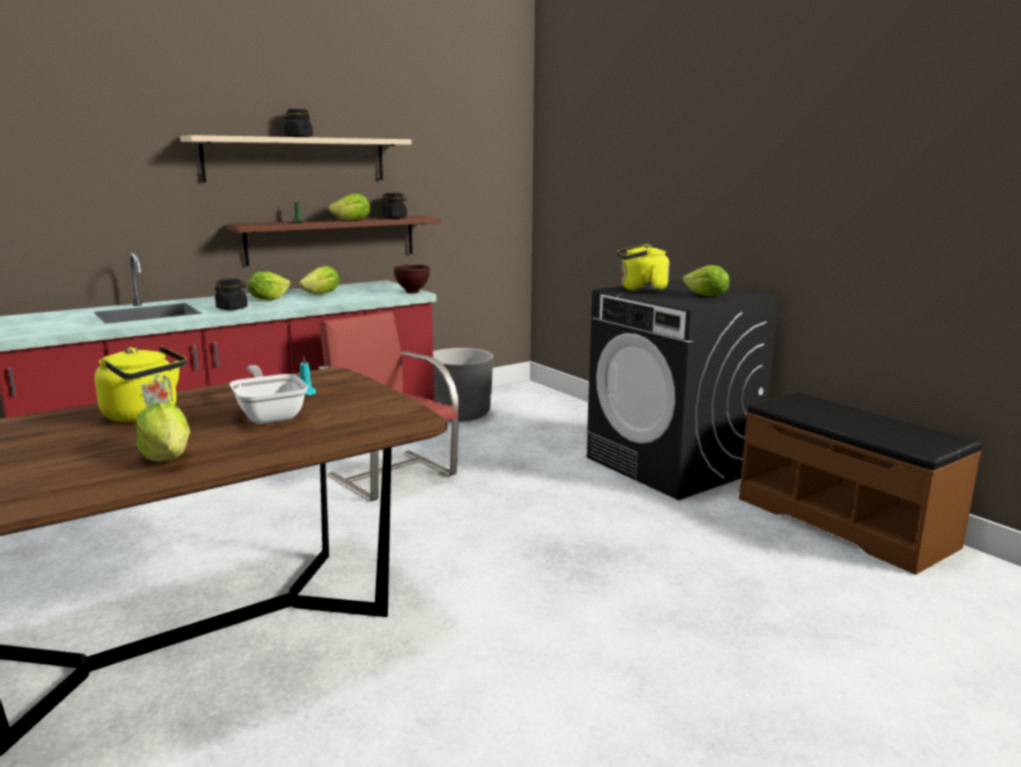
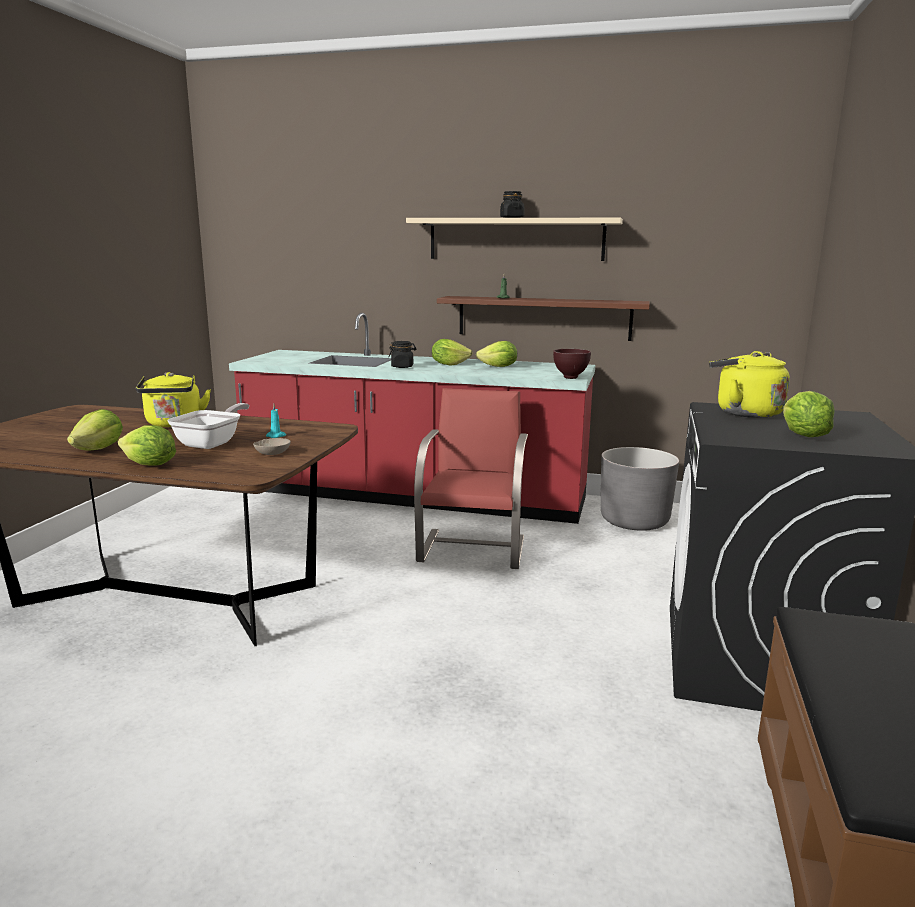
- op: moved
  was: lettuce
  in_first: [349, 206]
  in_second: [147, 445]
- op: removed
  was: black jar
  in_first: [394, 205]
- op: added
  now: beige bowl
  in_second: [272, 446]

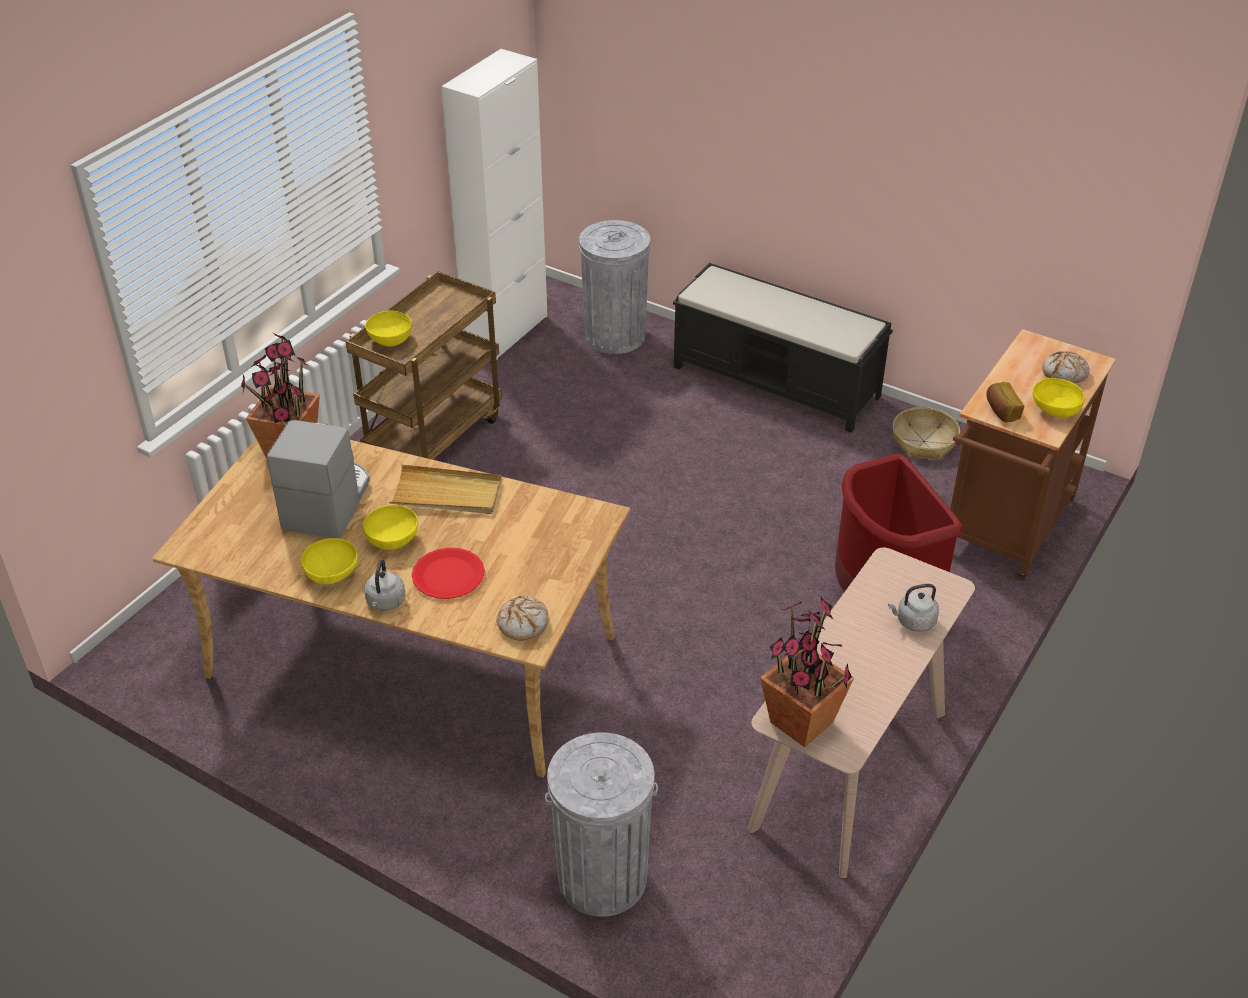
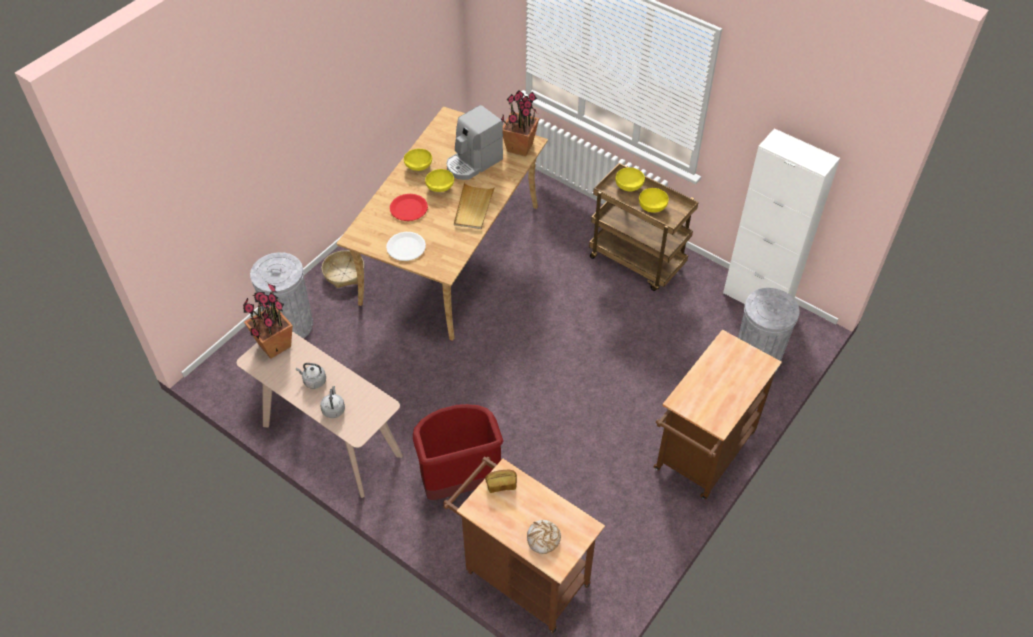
- op: replaced
  was: black bench
  now: brown cart
  in_first: [783, 348]
  in_second: [718, 415]
- op: moved
  was: yellow bowl
  in_first: [1059, 397]
  in_second: [654, 200]
- op: moved
  was: basket
  in_first: [926, 433]
  in_second: [342, 269]
- op: turned
  was: coffee machine
  in_first: [318, 479]
  in_second: [475, 142]
  clockwise: 120
- op: moved
  was: grey kettle
  in_first: [384, 585]
  in_second: [311, 376]
- op: removed
  was: bread
  in_first: [522, 618]
- op: added
  now: white plate
  in_second: [406, 246]

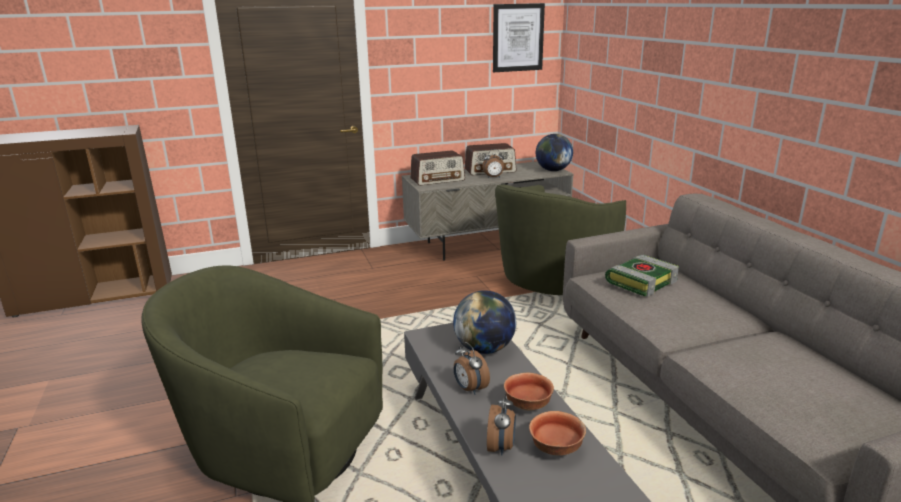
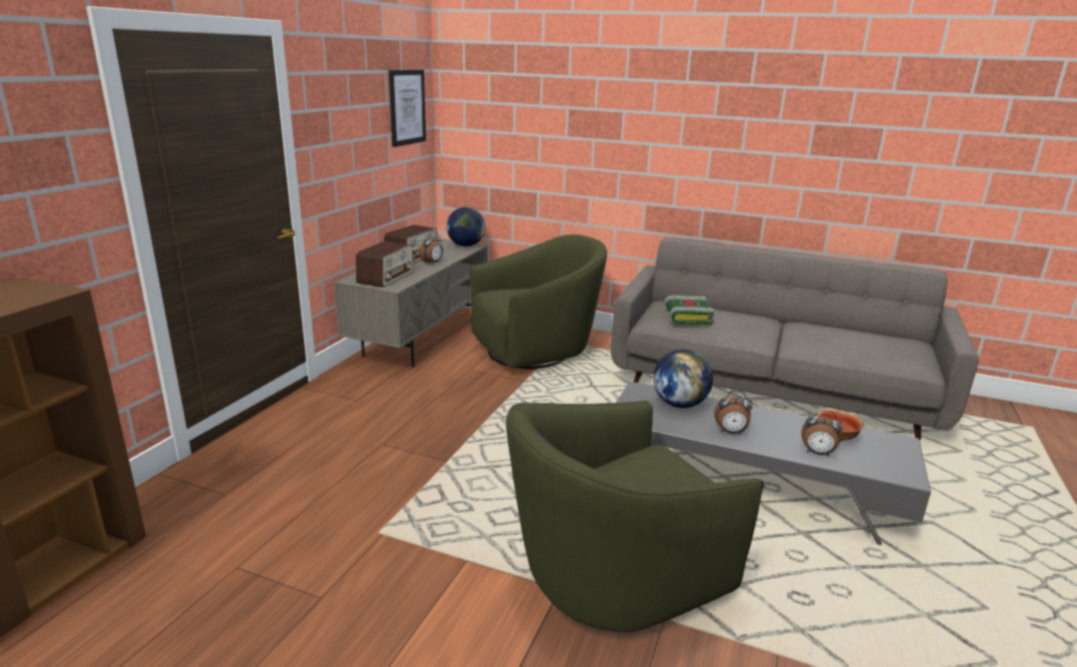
- op: turned
  was: green armchair
  in_first: [560, 239]
  in_second: [538, 301]
  clockwise: -105
- op: removed
  was: bowl
  in_first: [529, 392]
- op: turned
  was: alarm clock
  in_first: [501, 425]
  in_second: [822, 433]
  clockwise: 150

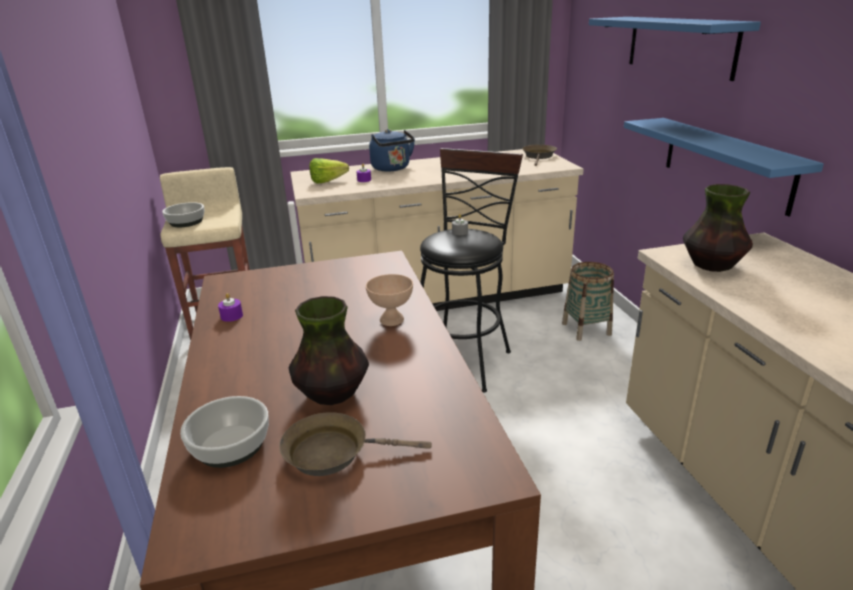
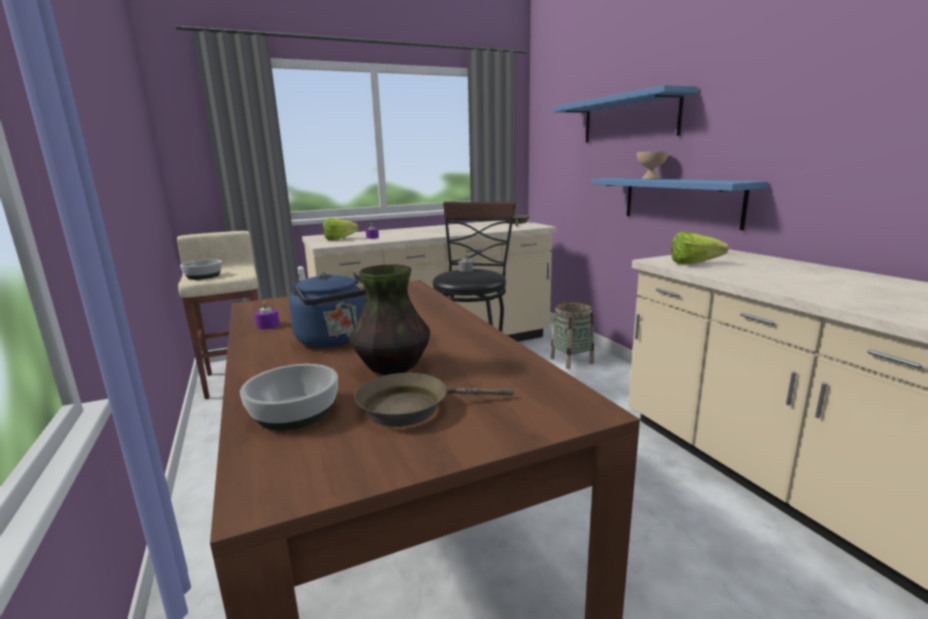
- op: moved
  was: blue kettle
  in_first: [392, 150]
  in_second: [327, 310]
- op: replaced
  was: vase
  now: lettuce
  in_first: [718, 228]
  in_second: [700, 248]
- op: moved
  was: beige bowl
  in_first: [389, 300]
  in_second: [653, 165]

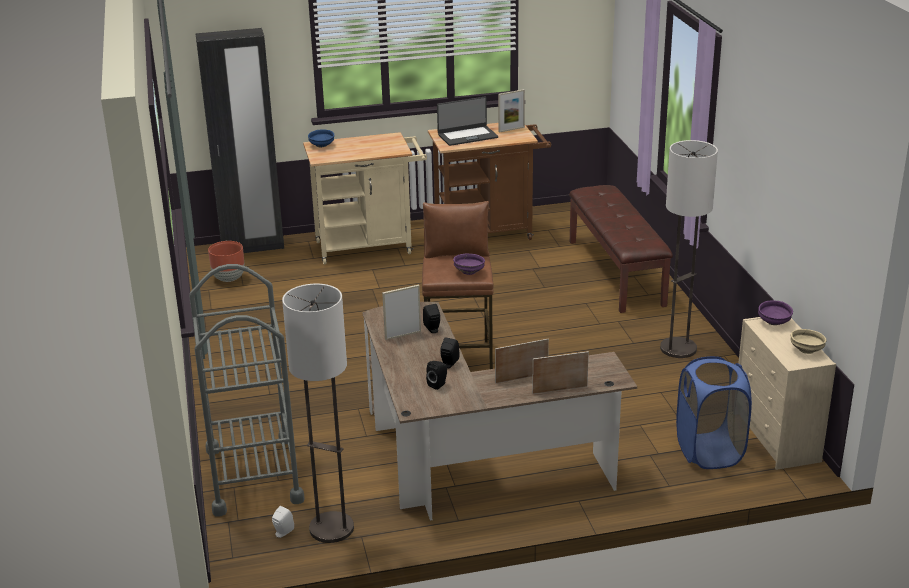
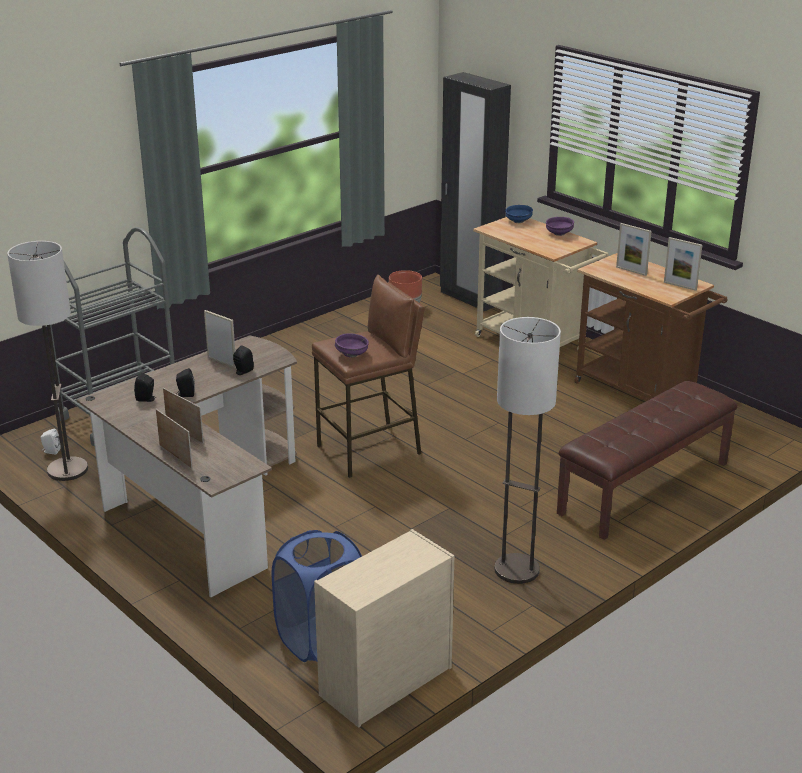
- op: replaced
  was: laptop
  now: picture frame
  in_first: [467, 121]
  in_second: [634, 249]
- op: moved
  was: purple bowl
  in_first: [775, 312]
  in_second: [560, 226]
- op: removed
  was: beige bowl
  in_first: [808, 341]

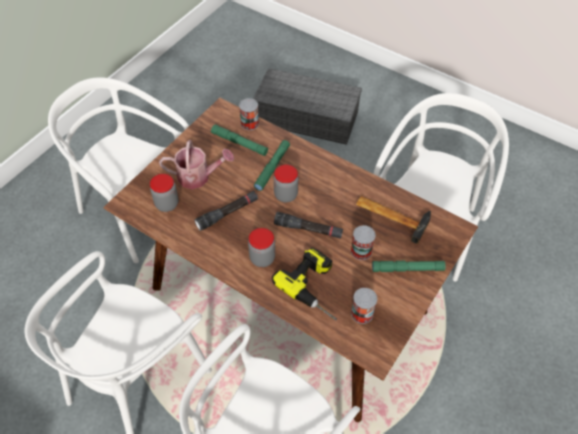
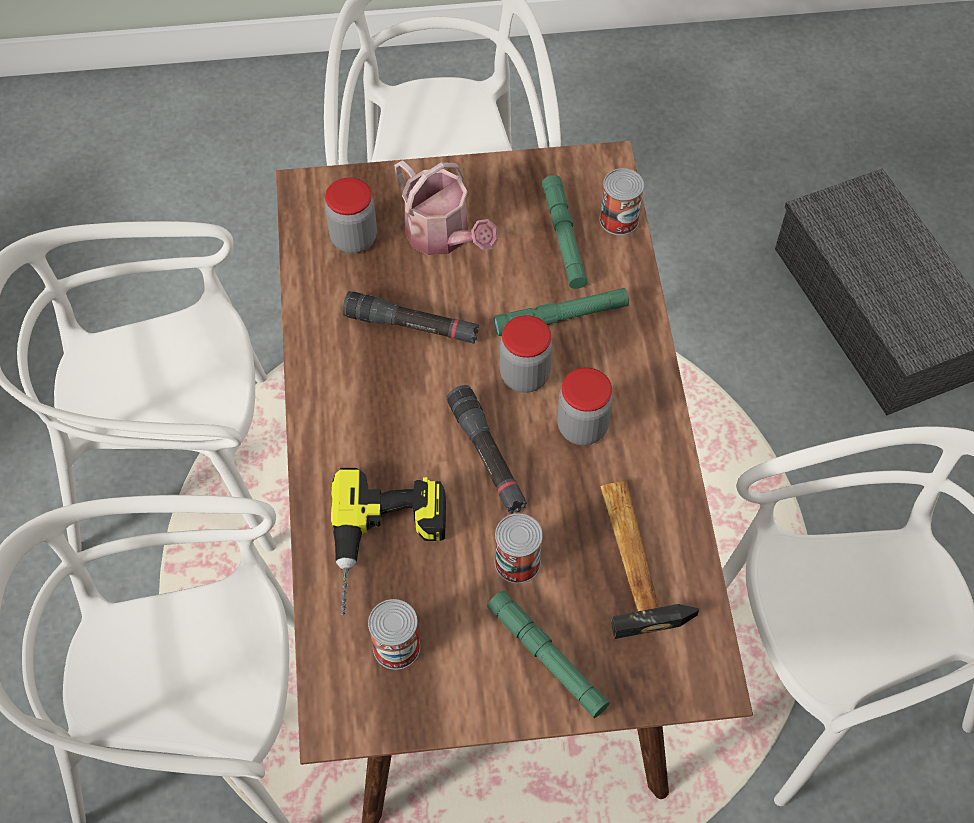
- op: moved
  was: jar
  in_first: [261, 247]
  in_second: [585, 406]

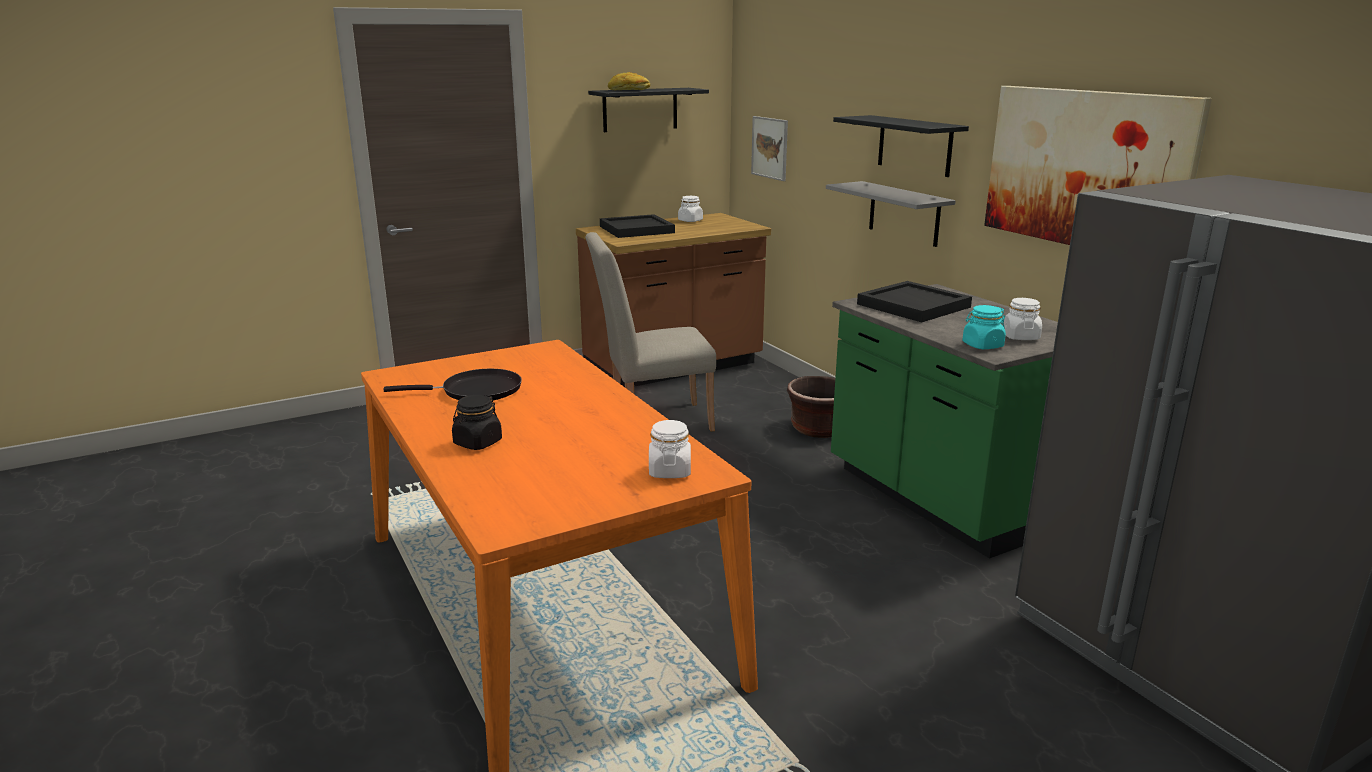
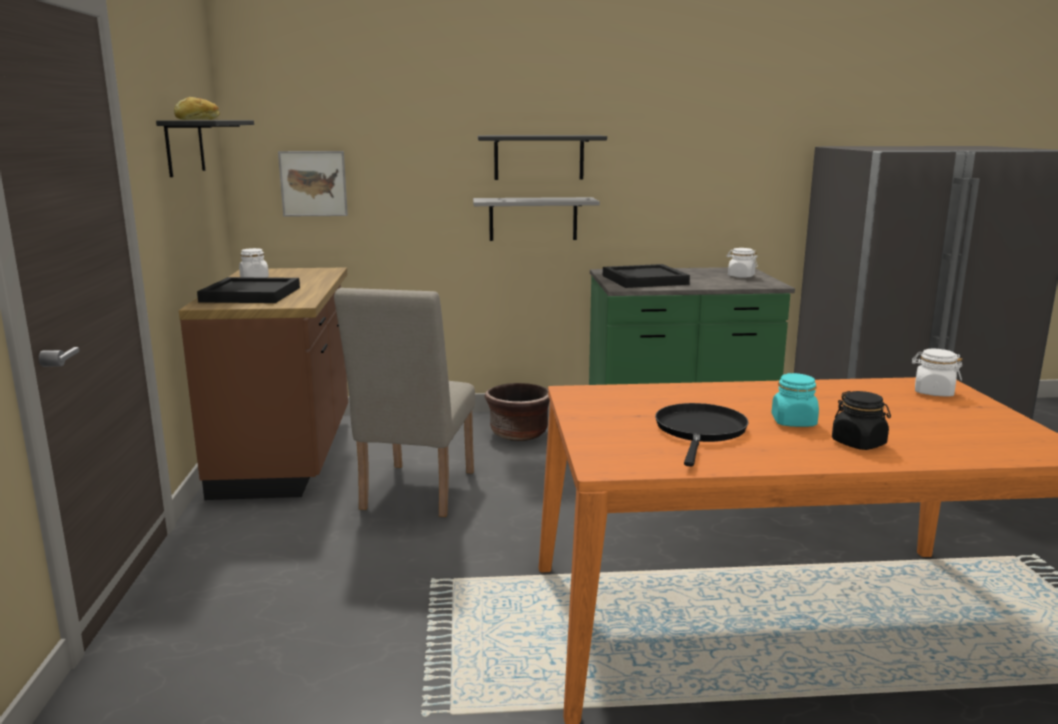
- op: removed
  was: picture
  in_first: [1098, 165]
- op: moved
  was: turquoise jar
  in_first: [984, 327]
  in_second: [795, 400]

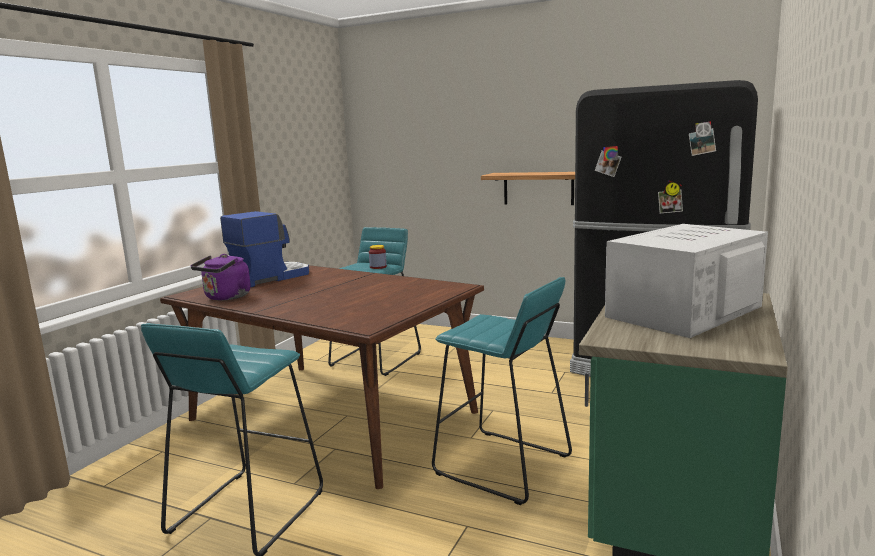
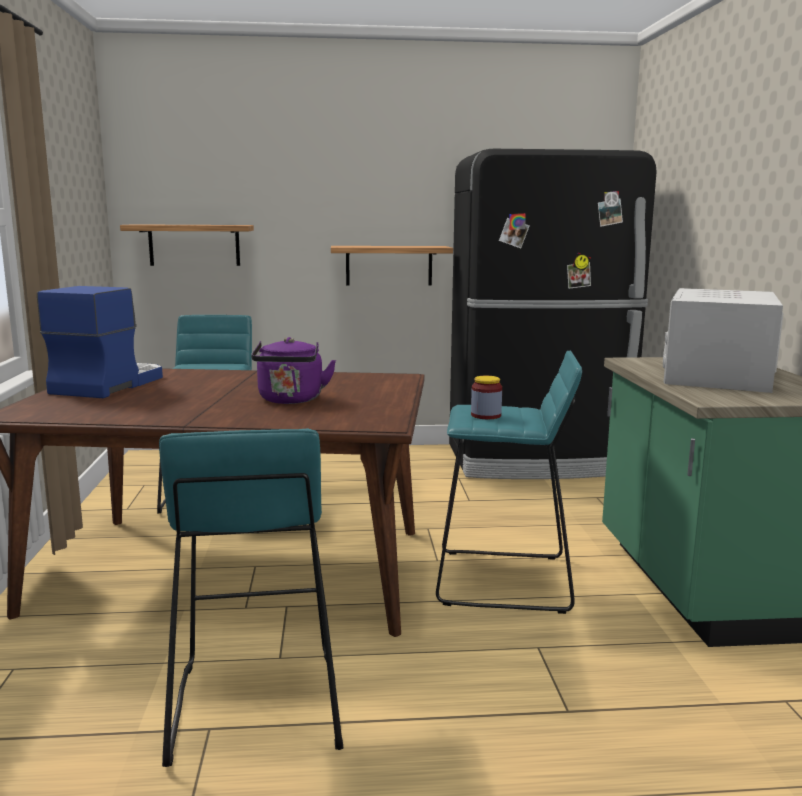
- op: moved
  was: jar
  in_first: [378, 257]
  in_second: [486, 397]
- op: moved
  was: purple kettle
  in_first: [221, 277]
  in_second: [293, 370]
- op: added
  now: shelf
  in_second: [187, 245]

